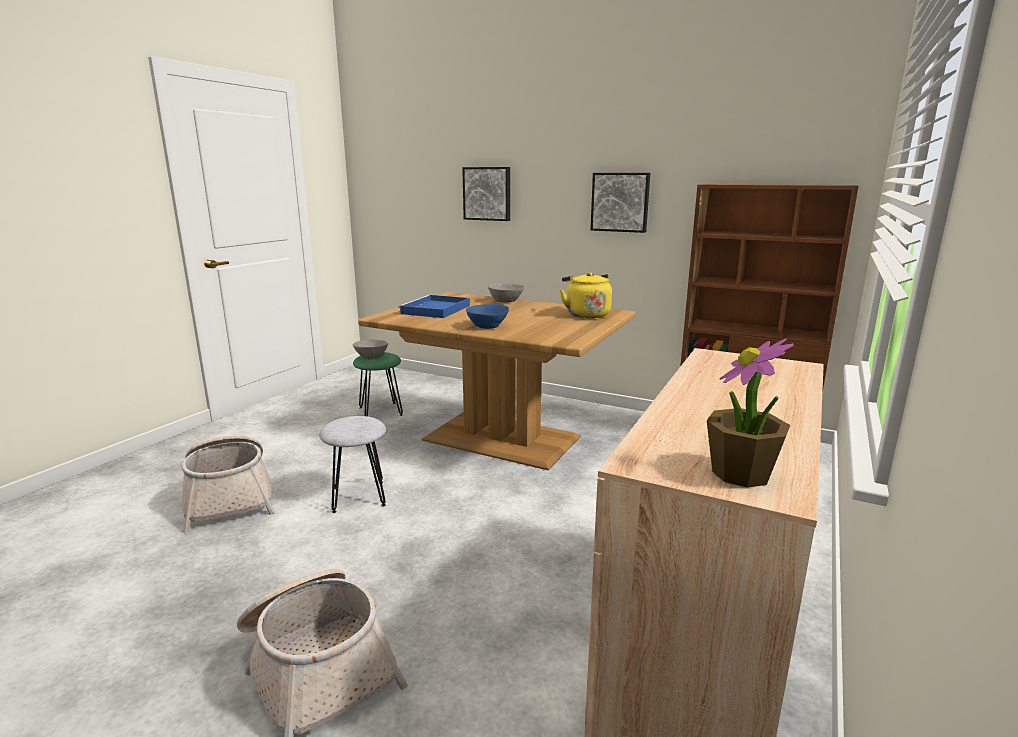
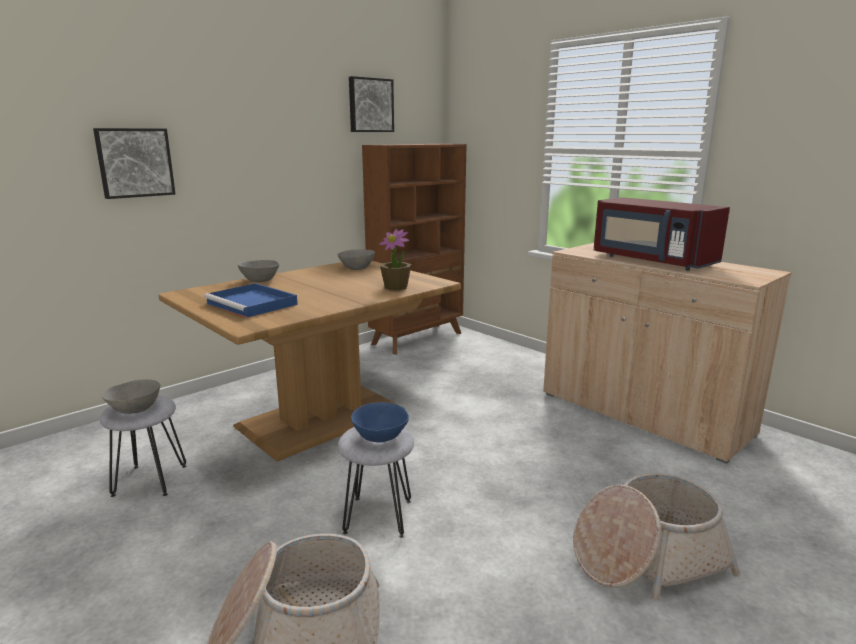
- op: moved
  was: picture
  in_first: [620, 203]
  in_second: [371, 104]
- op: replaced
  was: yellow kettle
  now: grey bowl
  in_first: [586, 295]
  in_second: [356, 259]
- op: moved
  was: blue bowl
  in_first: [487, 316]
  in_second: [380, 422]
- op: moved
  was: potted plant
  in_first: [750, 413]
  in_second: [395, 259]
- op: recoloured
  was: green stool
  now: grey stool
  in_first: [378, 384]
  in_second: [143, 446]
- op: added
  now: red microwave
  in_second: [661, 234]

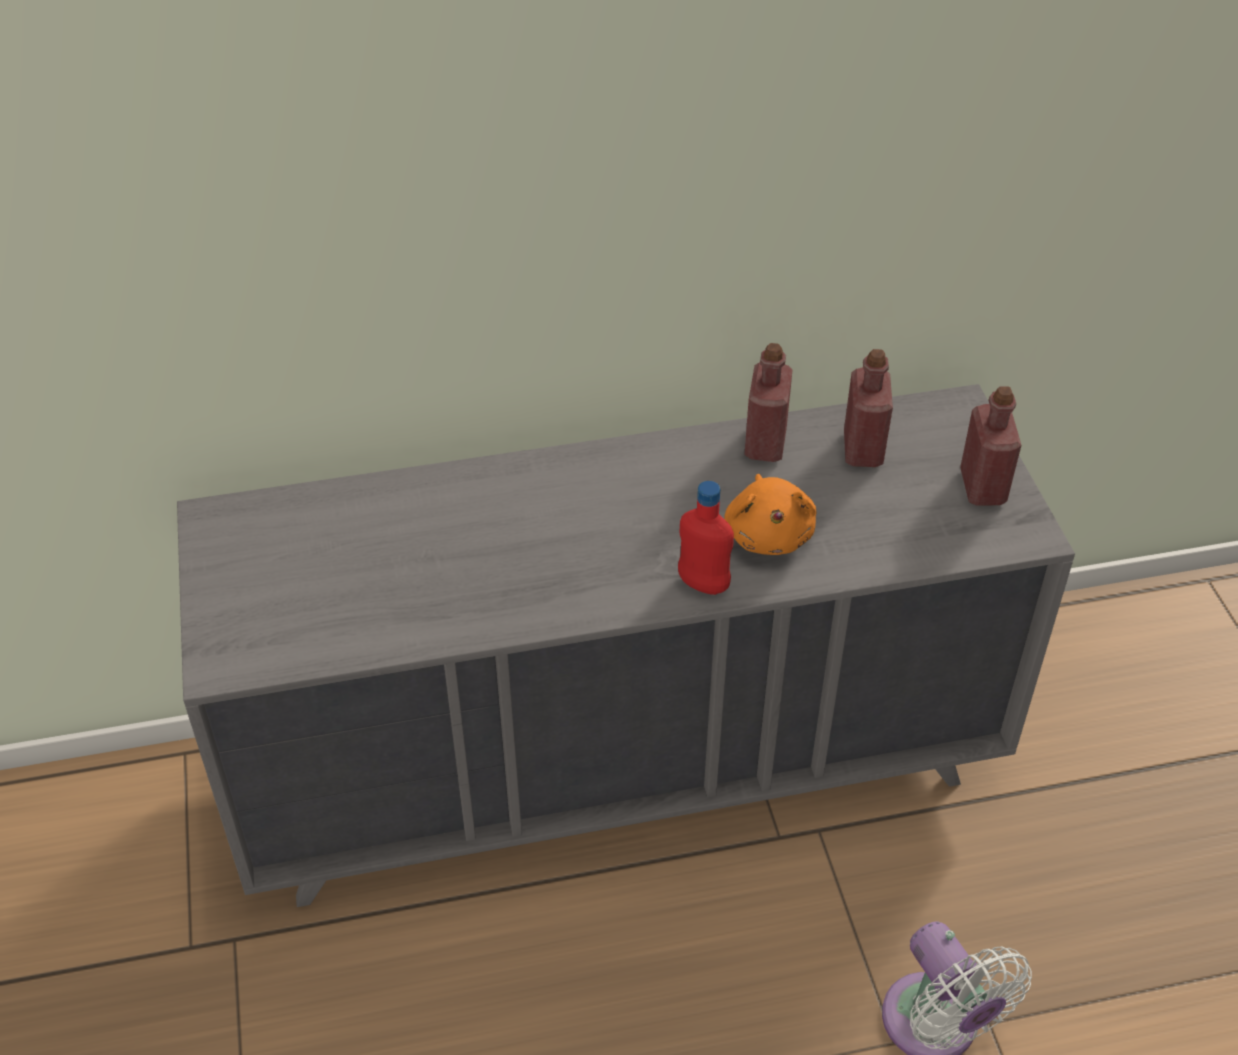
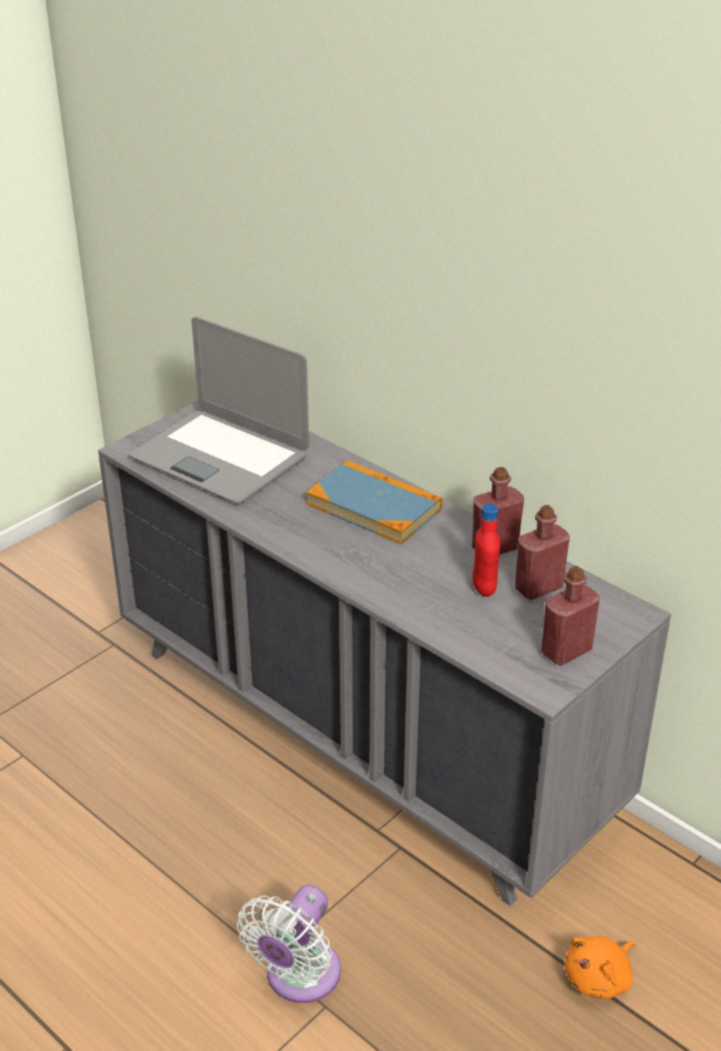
- op: moved
  was: orange plush toy
  in_first: [770, 514]
  in_second: [600, 967]
- op: moved
  was: red bottle
  in_first: [706, 538]
  in_second: [486, 550]
- op: added
  now: laptop
  in_second: [219, 410]
- op: added
  now: book
  in_second: [374, 502]

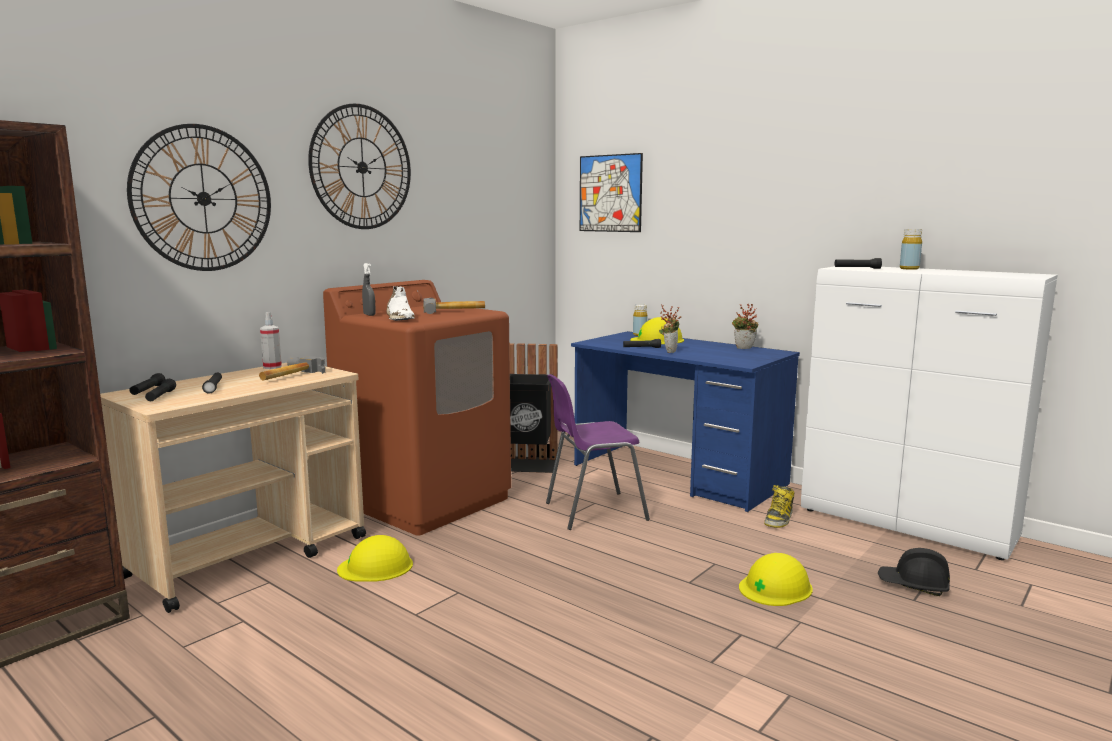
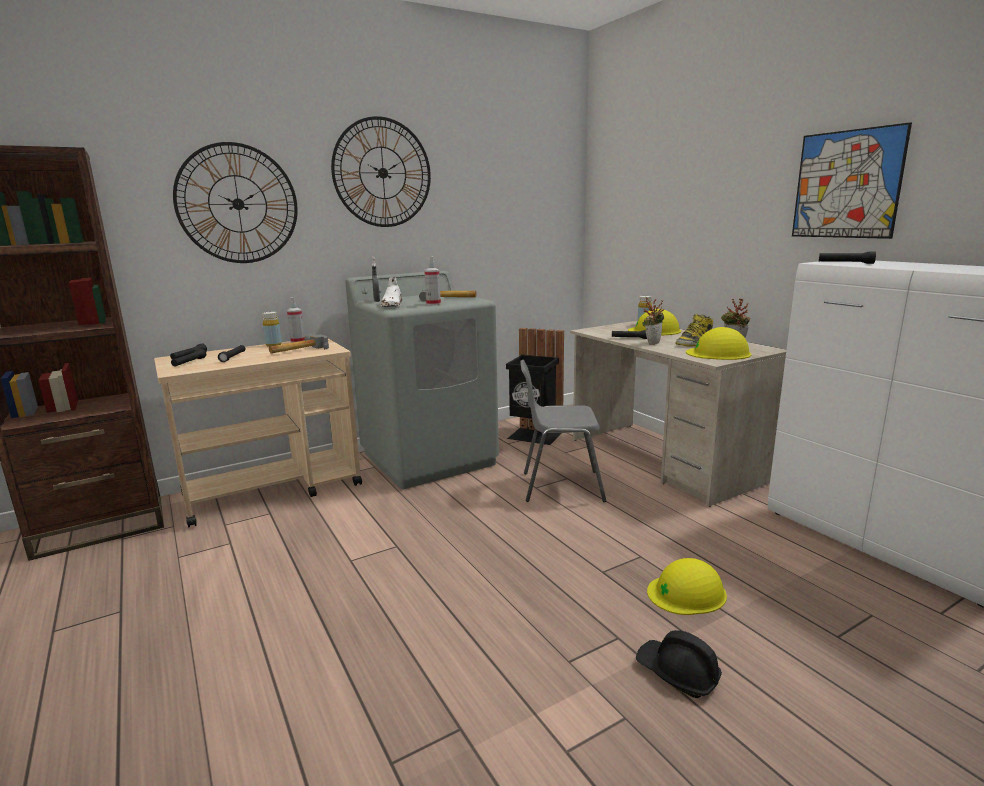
- op: moved
  was: picture
  in_first: [611, 192]
  in_second: [852, 180]
- op: moved
  was: yellow bottle
  in_first: [911, 249]
  in_second: [272, 329]
- op: recoloured
  was: brown washing machine
  now: grey washing machine
  in_first: [417, 408]
  in_second: [422, 380]
- op: recoloured
  was: blue desk
  now: beige desk
  in_first: [685, 421]
  in_second: [678, 414]
- op: recoloured
  was: purple chair
  now: grey chair
  in_first: [598, 452]
  in_second: [563, 431]
- op: moved
  was: boot
  in_first: [779, 506]
  in_second: [694, 330]
- op: moved
  was: yellow hard hat
  in_first: [375, 558]
  in_second: [718, 343]
- op: moved
  was: black hard hat
  in_first: [914, 572]
  in_second: [679, 664]
- op: added
  now: spray bottle
  in_second: [432, 281]

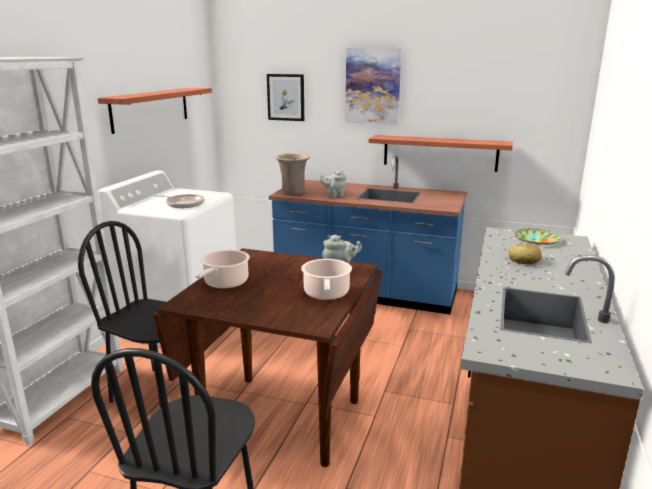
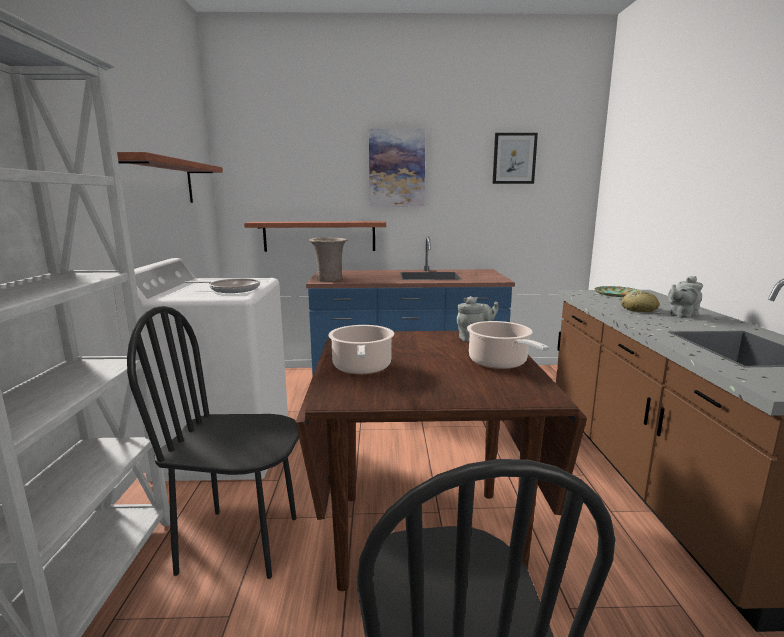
- op: moved
  was: picture
  in_first: [285, 97]
  in_second: [515, 158]
- op: moved
  was: shelf
  in_first: [441, 153]
  in_second: [315, 236]
- op: moved
  was: grey teapot
  in_first: [333, 184]
  in_second: [685, 297]

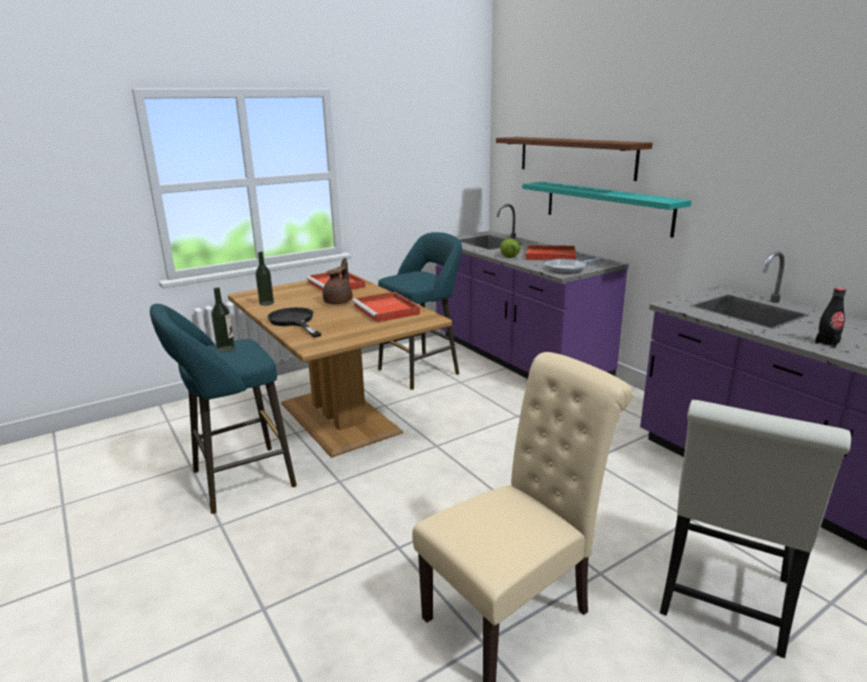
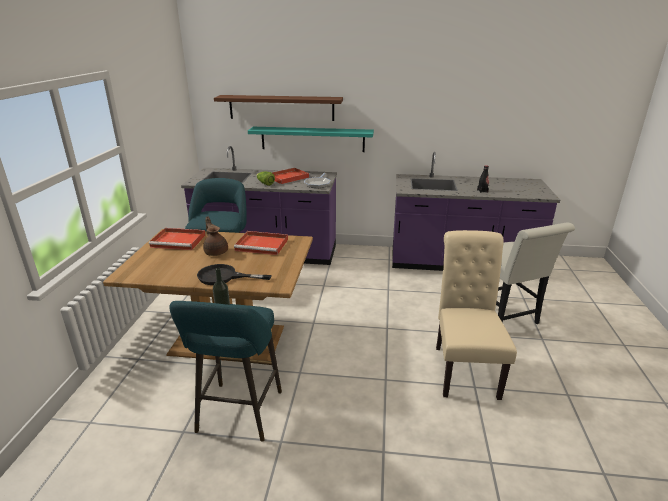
- op: removed
  was: bottle
  in_first: [264, 279]

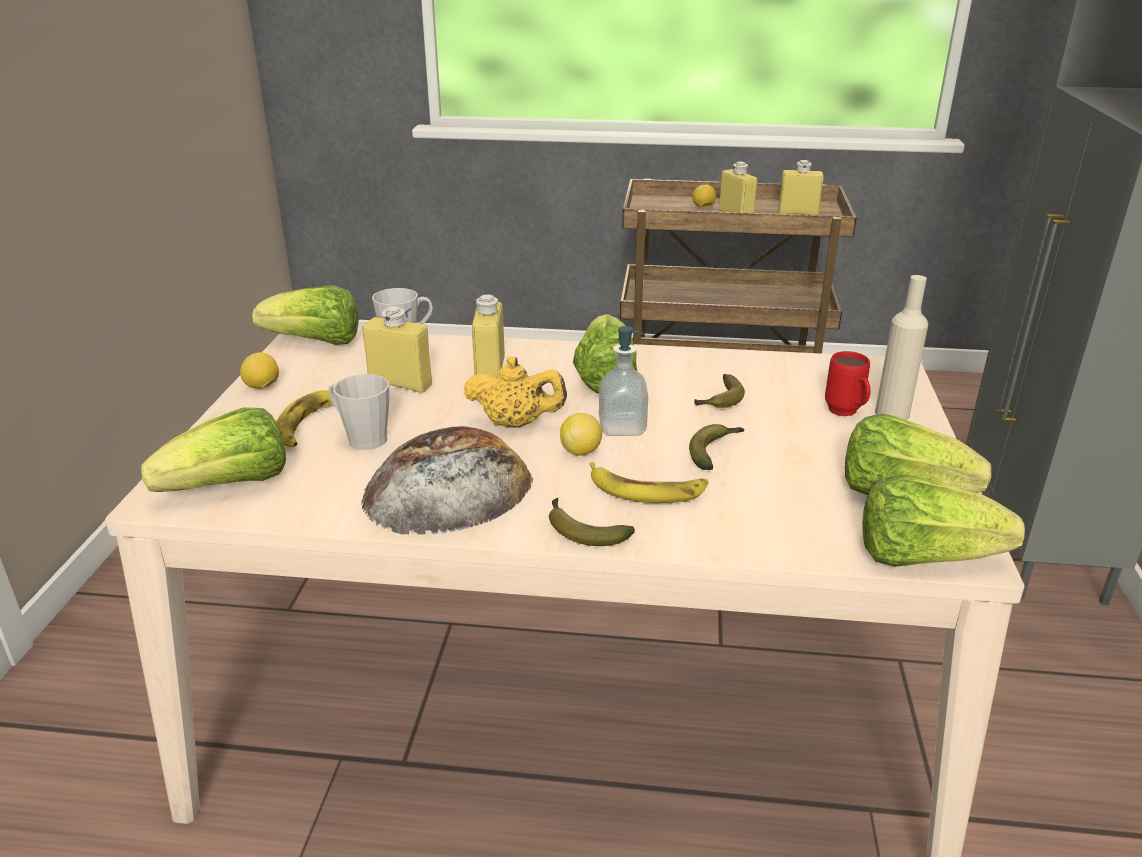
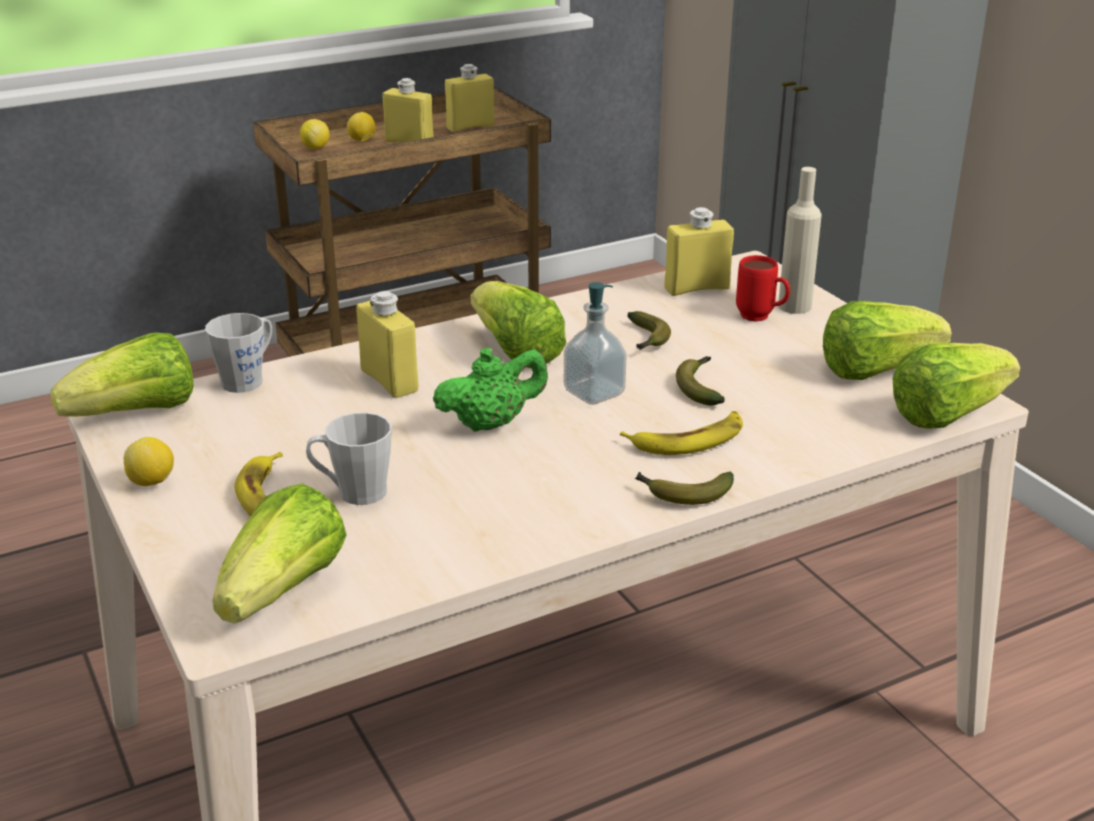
- op: moved
  was: yellow bottle
  in_first: [397, 349]
  in_second: [699, 251]
- op: recoloured
  was: yellow teapot
  now: green teapot
  in_first: [515, 392]
  in_second: [490, 389]
- op: moved
  was: lemon
  in_first: [581, 434]
  in_second: [315, 134]
- op: removed
  was: bread
  in_first: [447, 480]

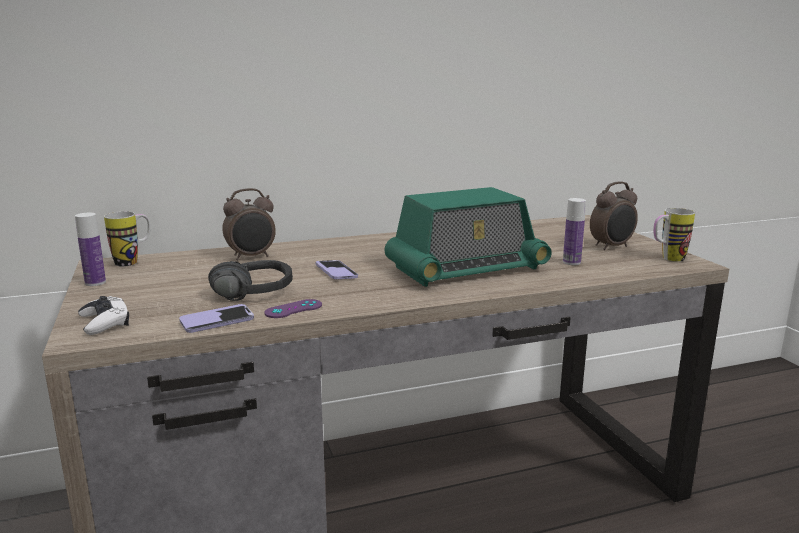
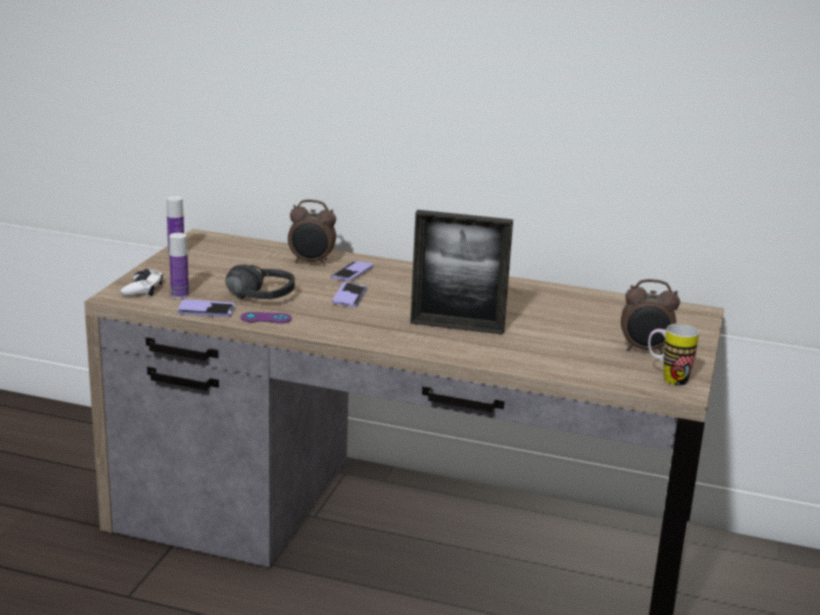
- op: replaced
  was: radio
  now: picture frame
  in_first: [468, 237]
  in_second: [461, 272]
- op: moved
  was: bottle
  in_first: [574, 231]
  in_second: [179, 266]
- op: removed
  was: mug
  in_first: [127, 239]
- op: added
  now: phone
  in_second: [352, 271]

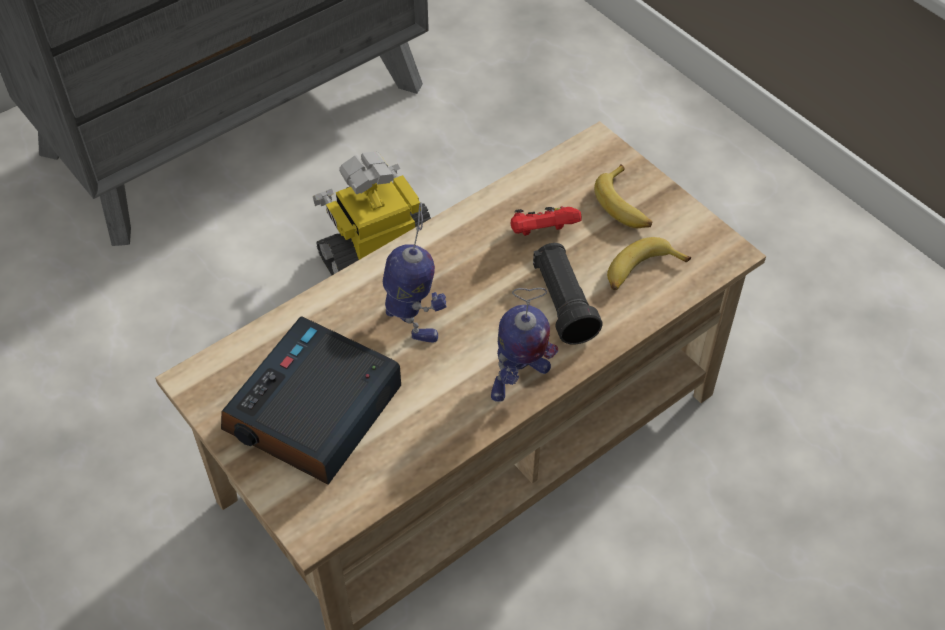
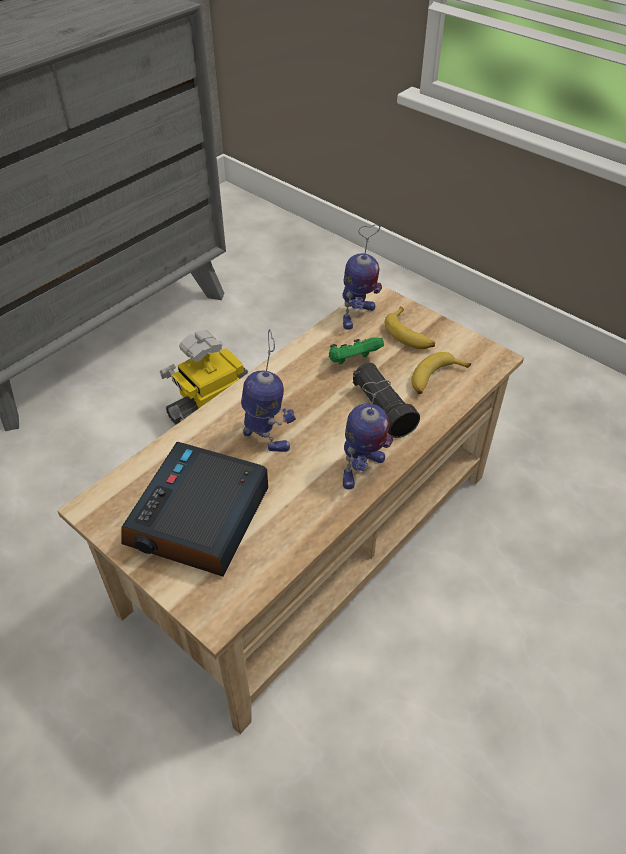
- op: recoloured
  was: red game controller
  now: green game controller
  in_first: [546, 221]
  in_second: [356, 350]
- op: added
  now: toy robot
  in_second: [362, 277]

